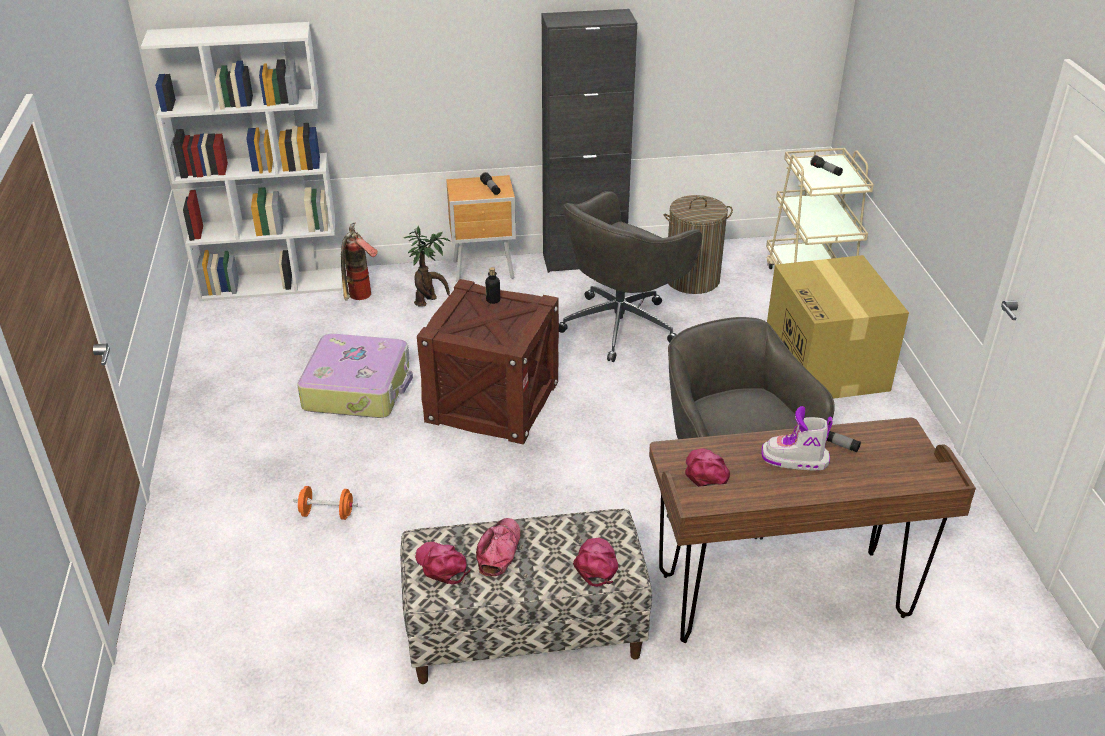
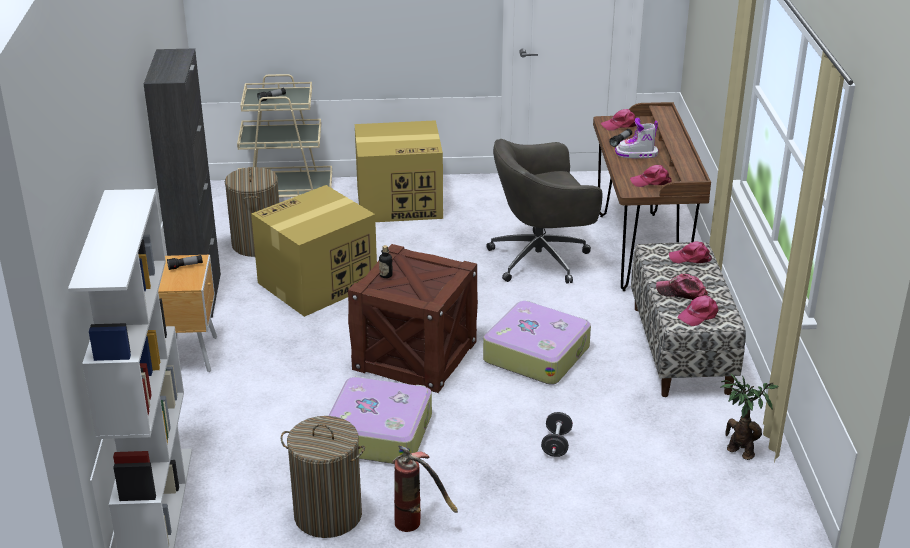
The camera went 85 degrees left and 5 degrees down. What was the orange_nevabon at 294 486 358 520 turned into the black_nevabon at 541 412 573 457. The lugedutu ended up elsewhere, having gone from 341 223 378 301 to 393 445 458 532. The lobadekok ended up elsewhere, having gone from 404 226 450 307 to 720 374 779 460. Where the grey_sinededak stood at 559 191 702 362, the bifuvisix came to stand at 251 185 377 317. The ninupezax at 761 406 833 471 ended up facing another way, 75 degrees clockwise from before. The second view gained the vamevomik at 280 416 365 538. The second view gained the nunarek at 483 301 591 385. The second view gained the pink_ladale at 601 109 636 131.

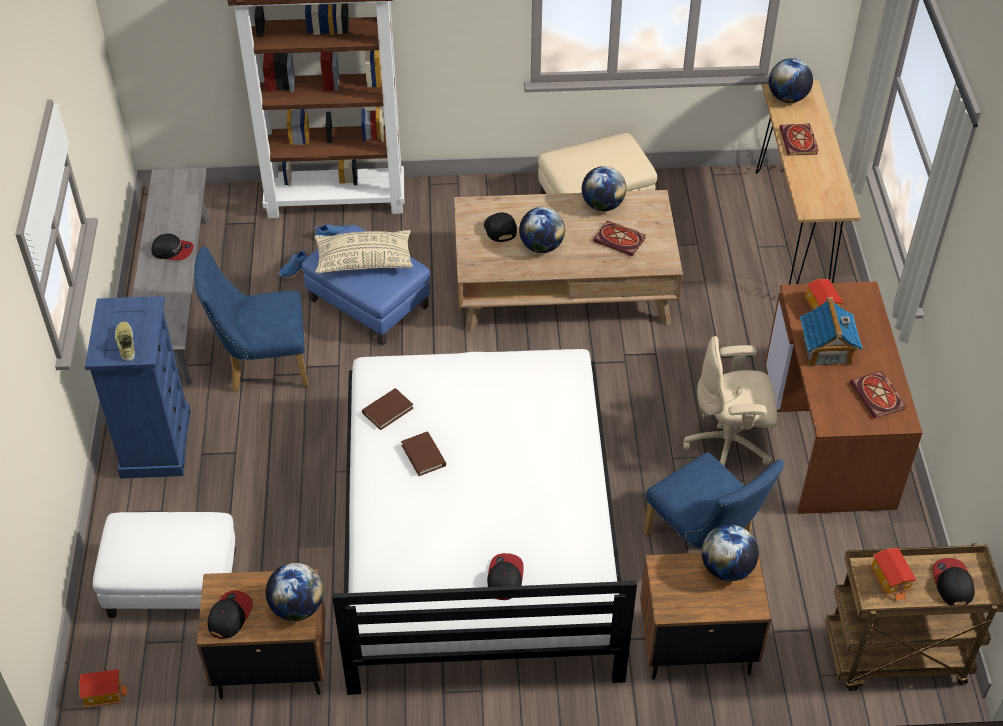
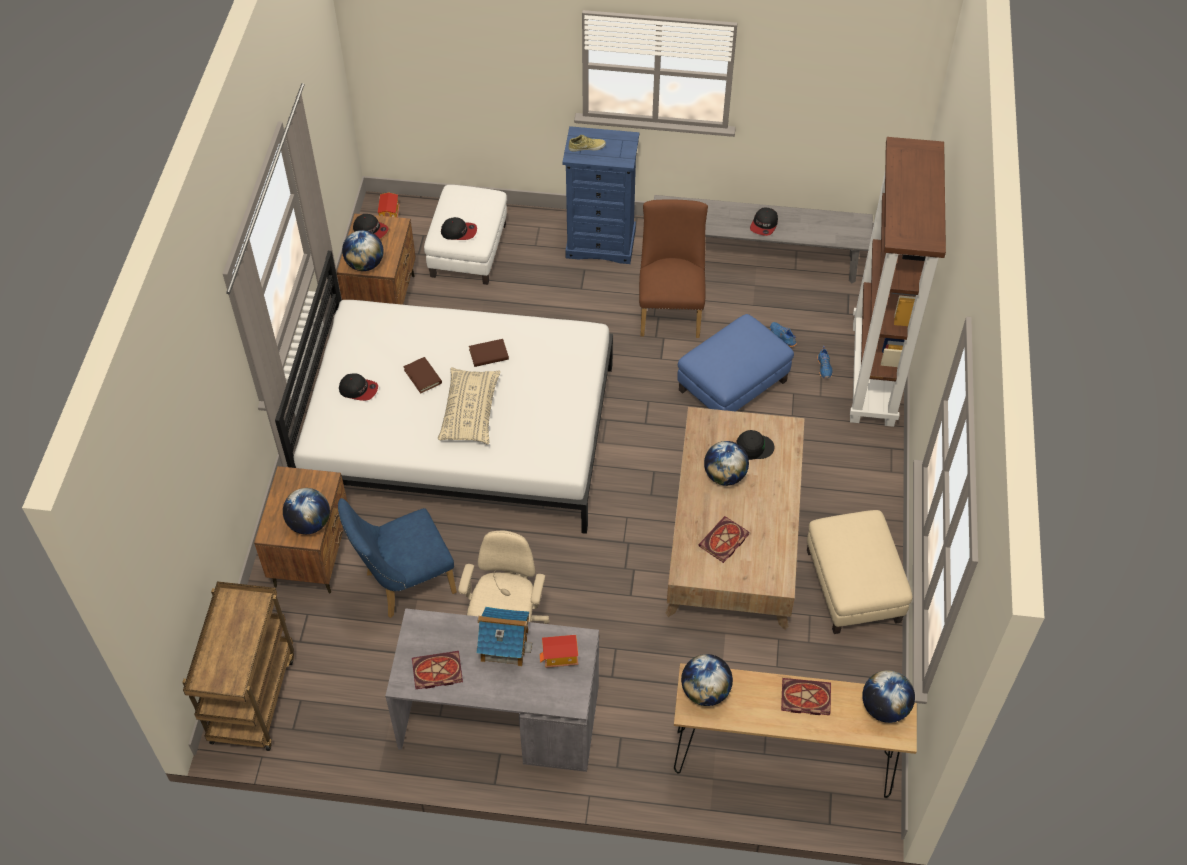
The camera went 100 degrees right and 5 degrees up. What was the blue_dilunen at 194 246 308 392 turned into the brown_dilunen at 639 199 708 338. The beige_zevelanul ended up elsewhere, having gone from 314 230 413 274 to 438 367 500 445. The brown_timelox ended up elsewhere, having gone from 362 388 413 430 to 403 357 442 394. The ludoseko ended up elsewhere, having gone from 582 166 626 211 to 681 654 733 706. What was the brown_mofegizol at 765 281 923 514 turned into the grey_mofegizol at 385 608 599 772. The second view lost the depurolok at 869 548 917 601. The ladale ended up elsewhere, having gone from 933 558 975 605 to 441 217 477 240.

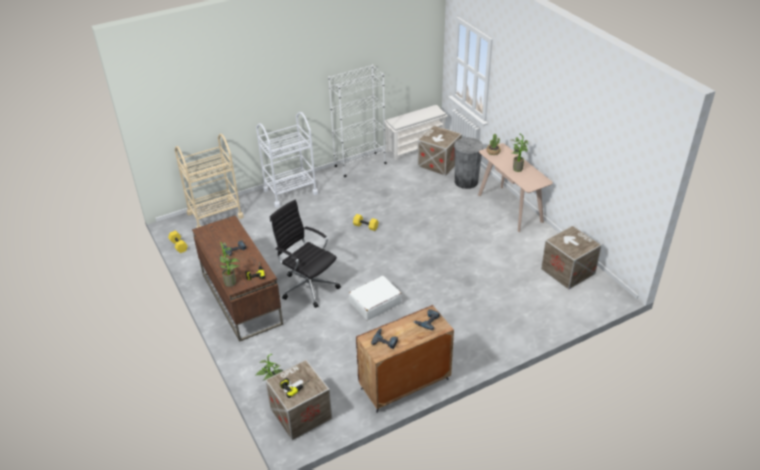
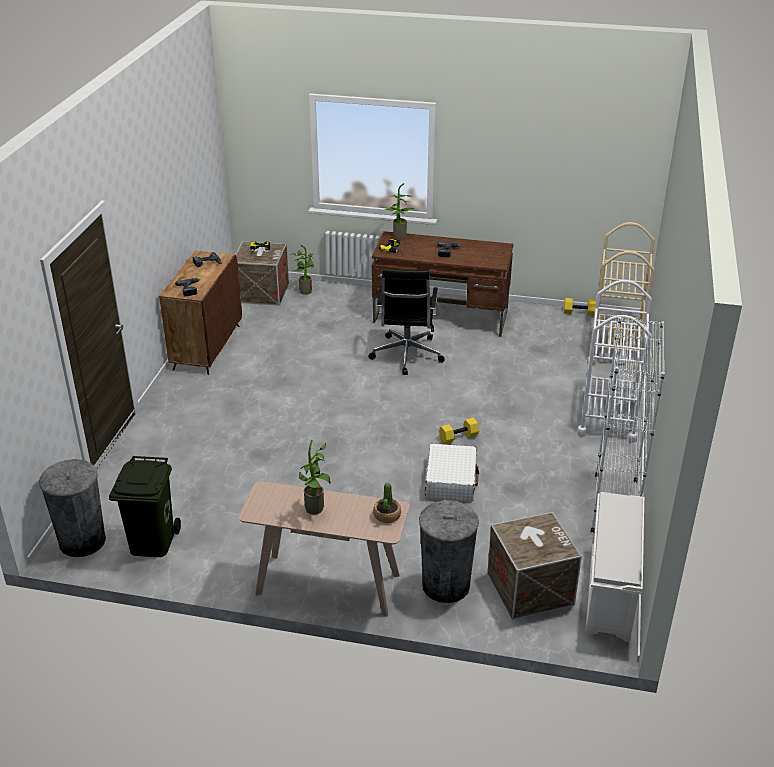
The camera went 130 degrees right and 5 degrees down. The black_sinededak at 270 200 341 308 ended up facing another way, 105 degrees clockwise from before. The white_nunarek ended up elsewhere, having gone from 349 276 402 321 to 425 444 479 502. Where the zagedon stood at 541 225 602 290, the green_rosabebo came to stand at 109 456 181 557. The second view gained the grey_rosabebo at 39 459 106 557.

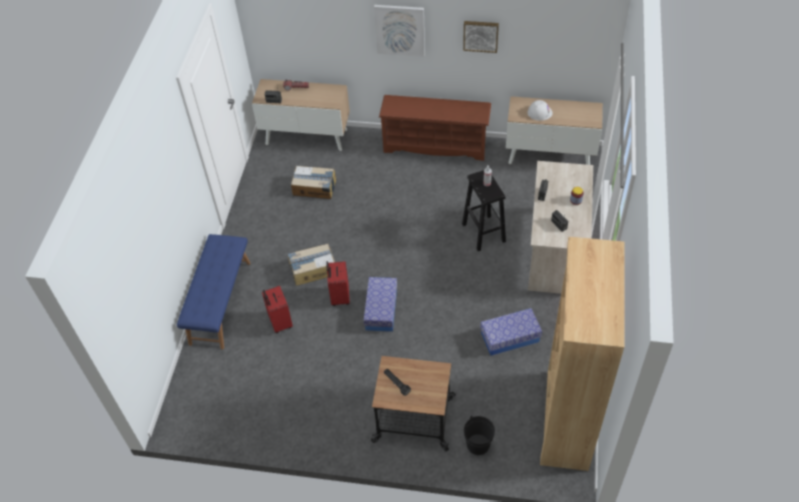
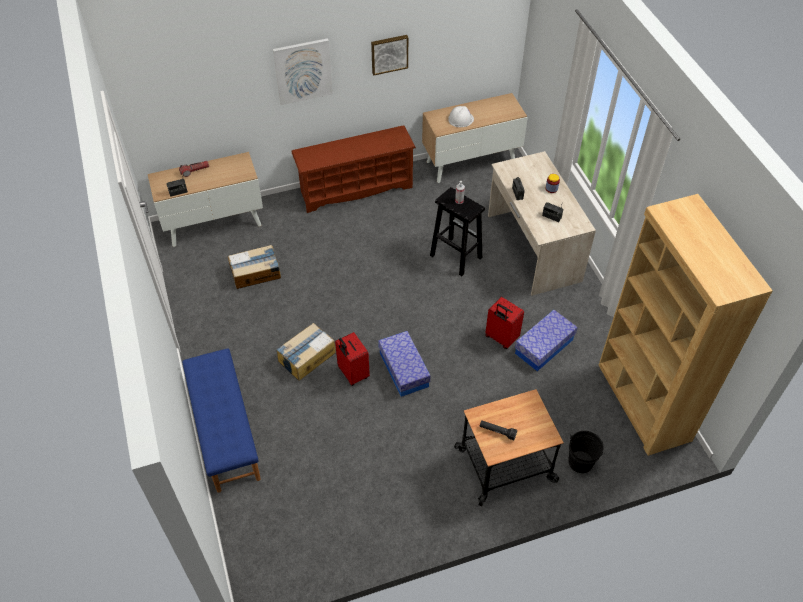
The camera went 30 degrees left and 0 degrees up. The red_nunarek ended up elsewhere, having gone from 262 286 293 333 to 485 297 524 349.

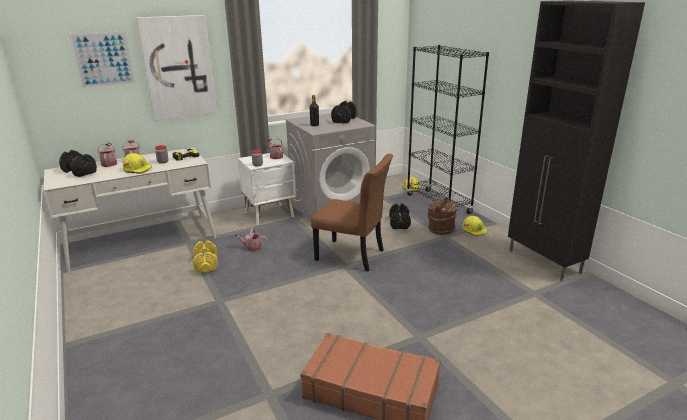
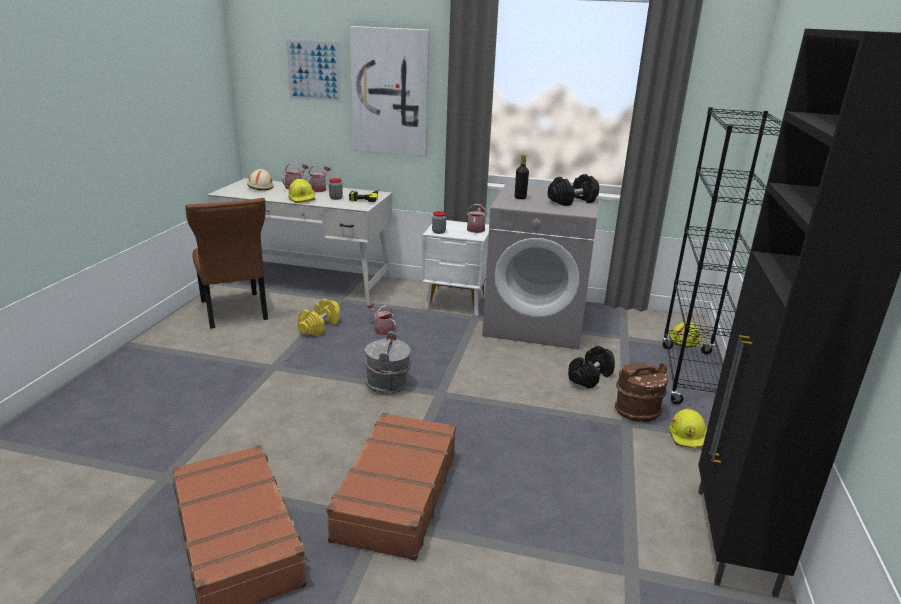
The camera went 40 degrees right and 0 degrees up. Where the black_nevabon stood at 59 150 97 177, the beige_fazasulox came to stand at 247 169 273 191. The brown_dilunen ended up elsewhere, having gone from 311 154 393 271 to 186 198 268 329. The second view gained the brown_nunarek at 326 413 456 561. The second view gained the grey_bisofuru at 364 332 411 395.

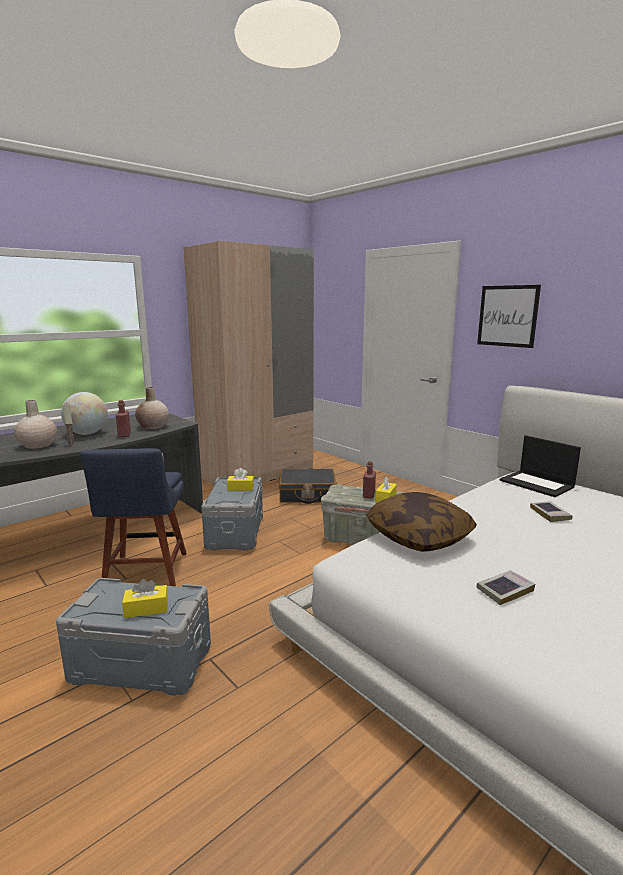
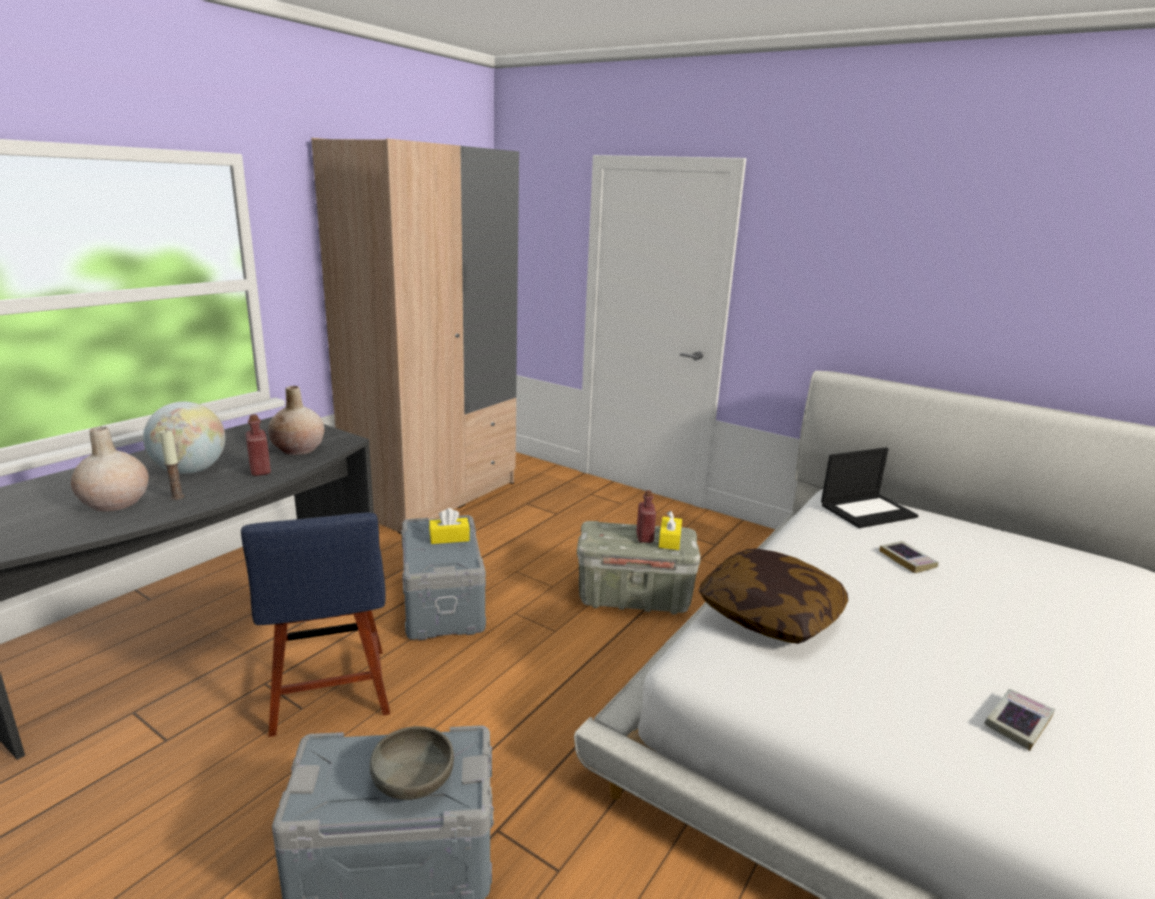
The camera went 15 degrees left and 5 degrees up. Where the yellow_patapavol stood at 122 579 168 618, the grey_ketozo came to stand at 370 726 454 800. The second view lost the black_nunarek at 279 469 337 504. The timelox ended up elsewhere, having gone from 476 570 535 605 to 984 689 1055 751. The second view lost the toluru at 477 285 541 348. The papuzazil at 500 435 581 497 ended up facing another way, 60 degrees counterclockwise from before.

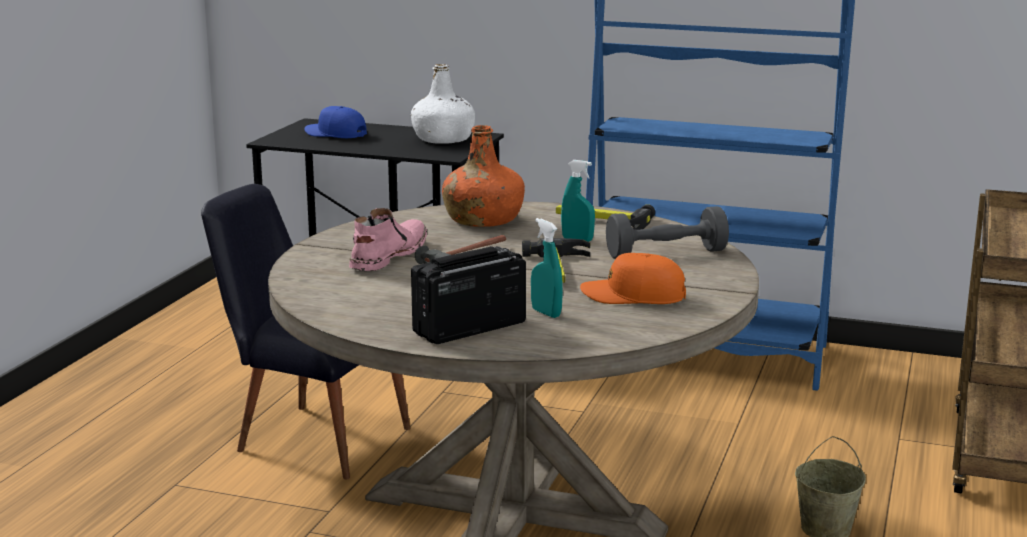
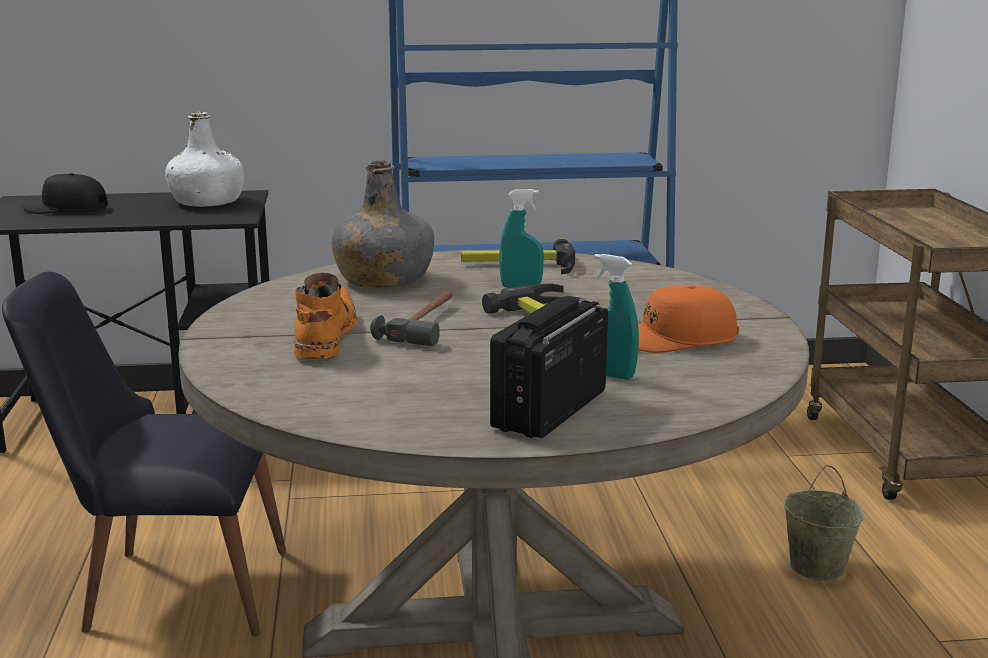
The camera went 25 degrees left and 0 degrees up. What was the blue_ladale at 304 106 367 138 turned into the black_ladale at 21 173 108 214. What was the pink_ninupezax at 349 208 427 271 turned into the orange_ninupezax at 294 273 357 359. What was the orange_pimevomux at 442 125 525 227 turned into the grey_pimevomux at 331 160 434 288. The second view lost the grey_nevabon at 606 206 729 259.

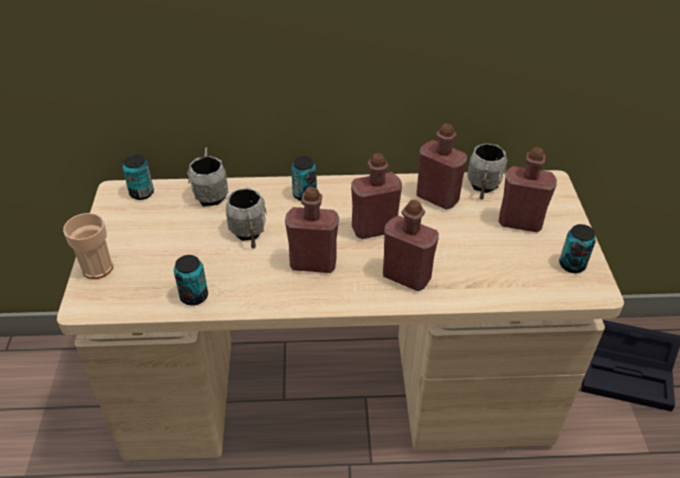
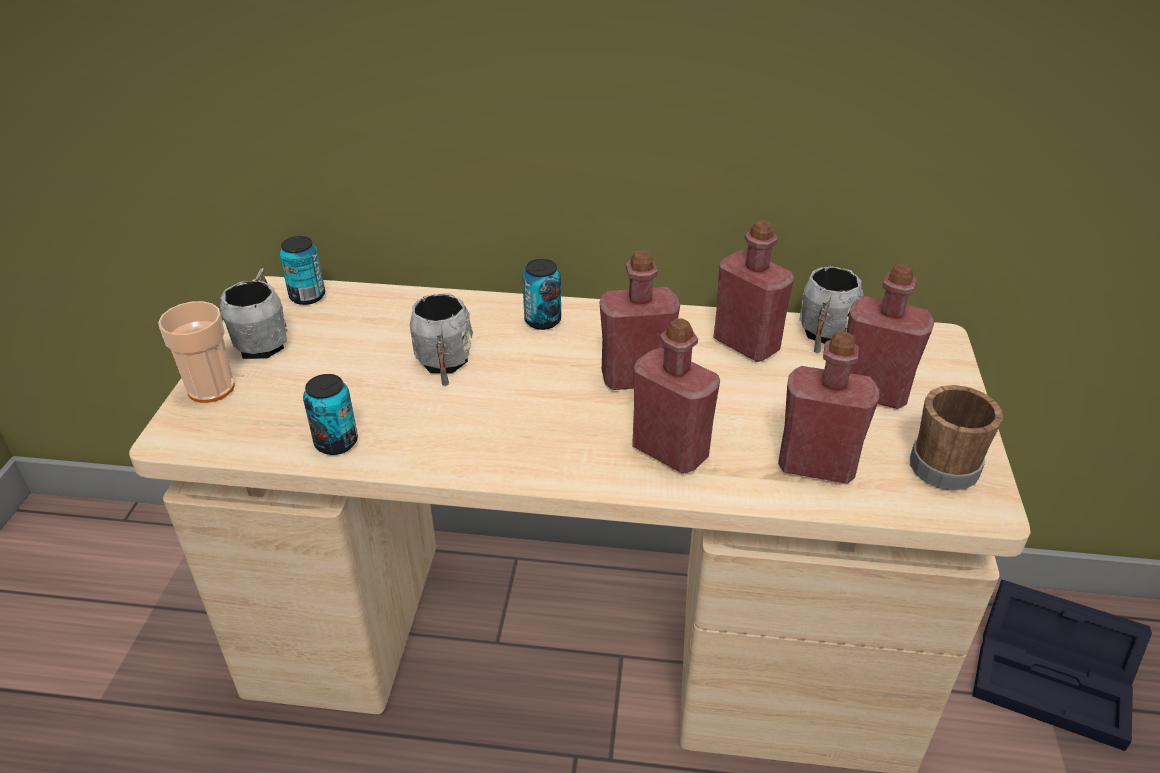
The camera went 10 degrees right and 5 degrees down. The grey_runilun ended up elsewhere, having gone from 188 147 228 206 to 220 268 288 359. The red_pimevomux ended up elsewhere, having gone from 285 187 339 273 to 778 332 879 484. Where the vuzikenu stood at 559 224 596 273, the brown_runilun came to stand at 910 385 1003 491.

